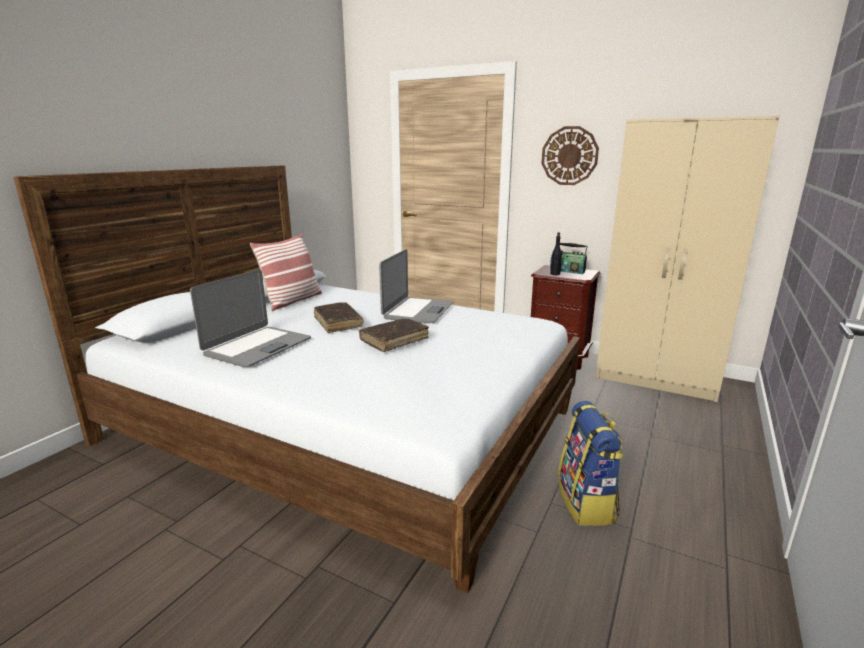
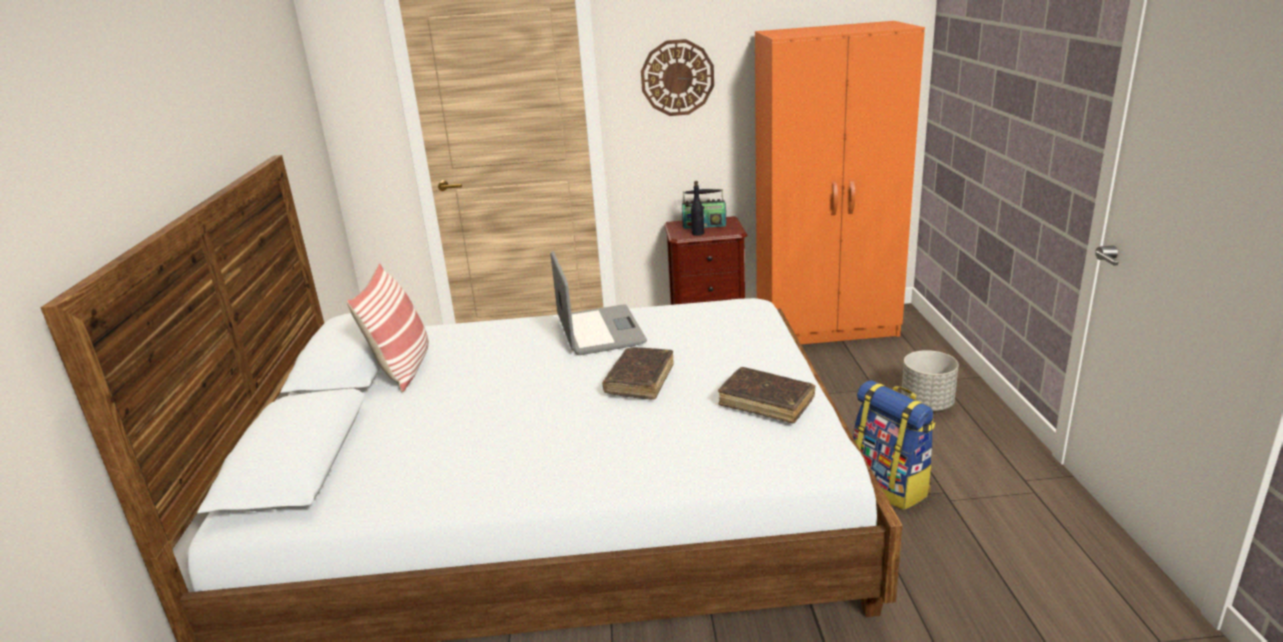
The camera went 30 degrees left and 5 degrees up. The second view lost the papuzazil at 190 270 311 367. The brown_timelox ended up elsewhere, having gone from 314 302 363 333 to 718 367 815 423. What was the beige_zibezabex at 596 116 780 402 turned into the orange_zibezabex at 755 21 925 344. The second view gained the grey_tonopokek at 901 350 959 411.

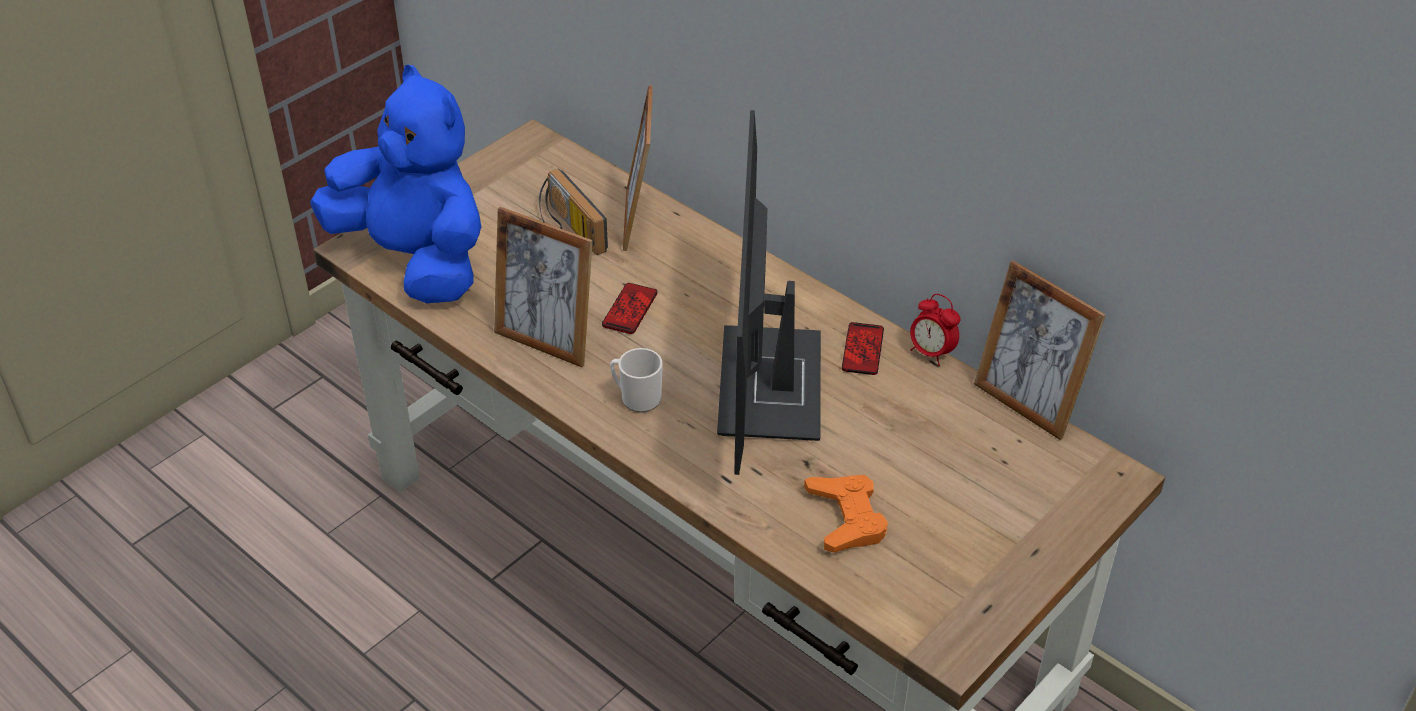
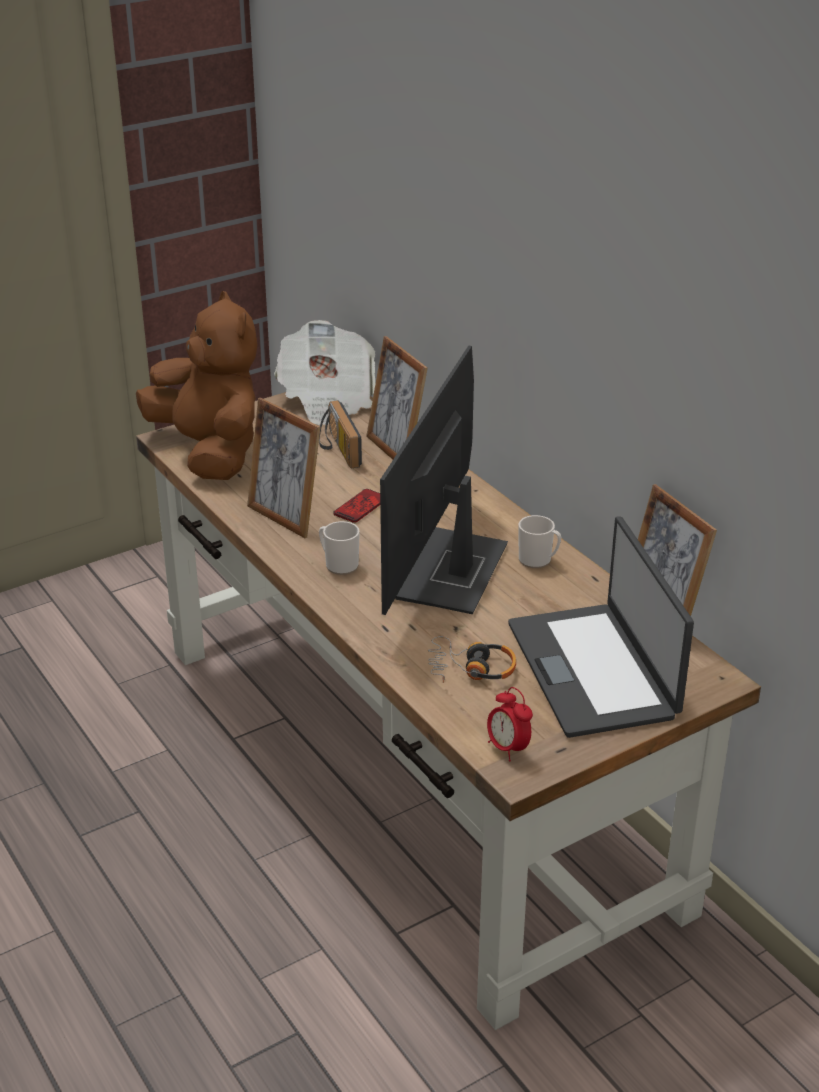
The camera went 15 degrees right and 10 degrees down. What was the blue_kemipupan at 310 65 481 303 turned into the brown_kemipupan at 136 291 257 480. The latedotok at 623 85 653 251 ended up facing another way, 45 degrees counterclockwise from before. Where the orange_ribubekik stood at 804 475 888 553, the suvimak came to stand at 428 636 516 683. Where the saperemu stood at 842 322 884 375, the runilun came to stand at 518 515 561 568. The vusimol ended up elsewhere, having gone from 910 294 960 366 to 487 687 533 762. The second view gained the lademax at 274 320 376 425. The second view gained the papuzazil at 508 517 694 738.

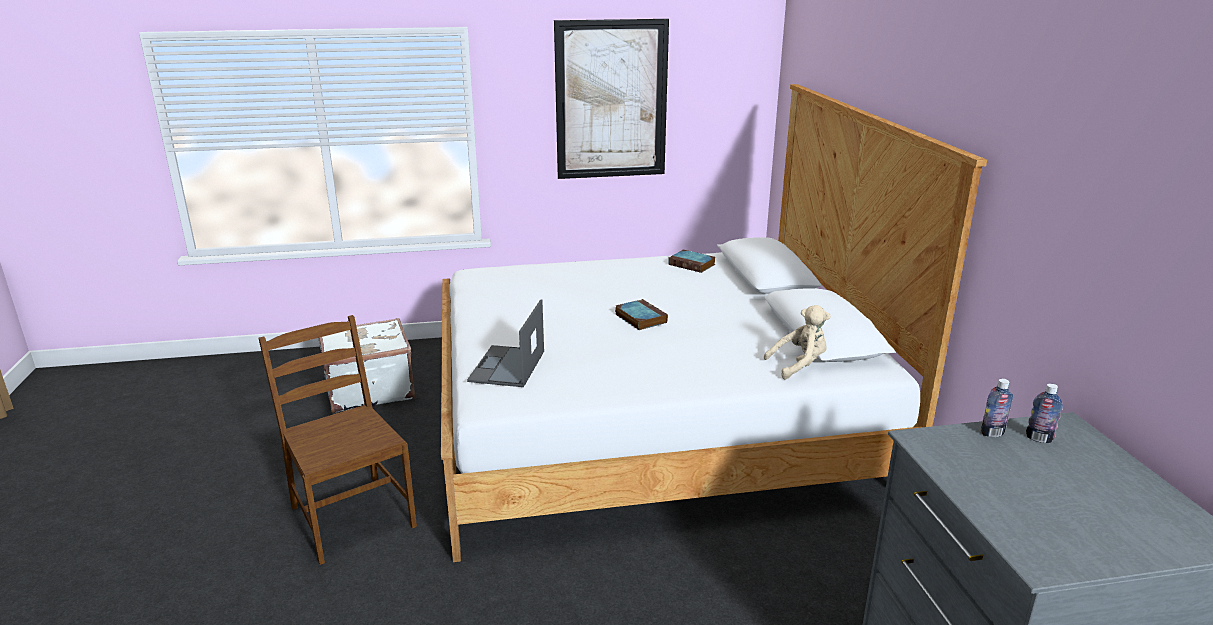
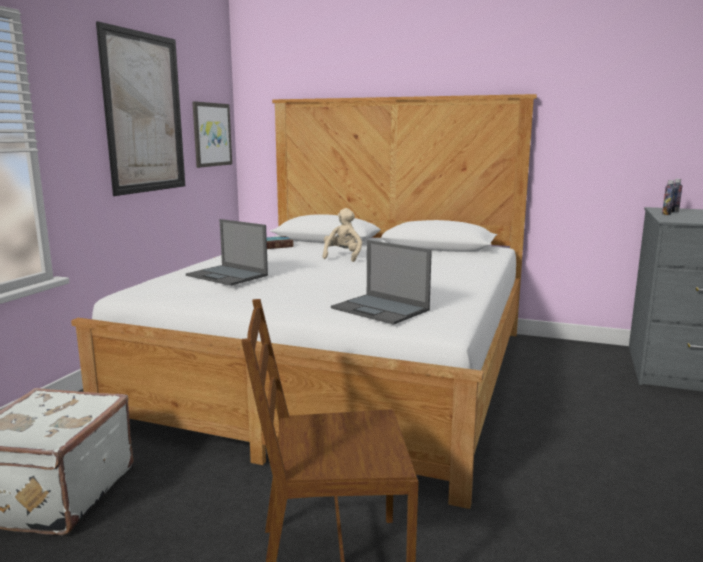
The camera went 60 degrees left and 10 degrees down. The second view lost the timelox at 615 299 668 330. The beige_kemipupan ended up elsewhere, having gone from 764 305 831 380 to 322 208 362 262. The second view gained the papuzazil at 186 219 268 286. The second view gained the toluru at 192 101 232 168.

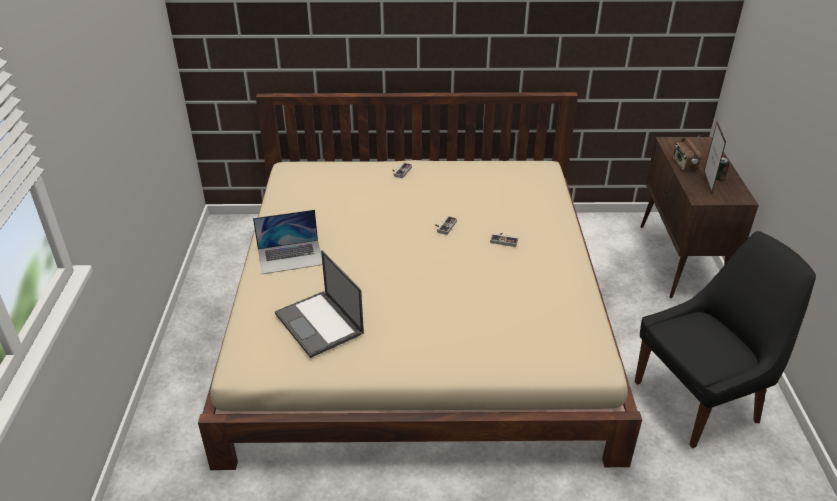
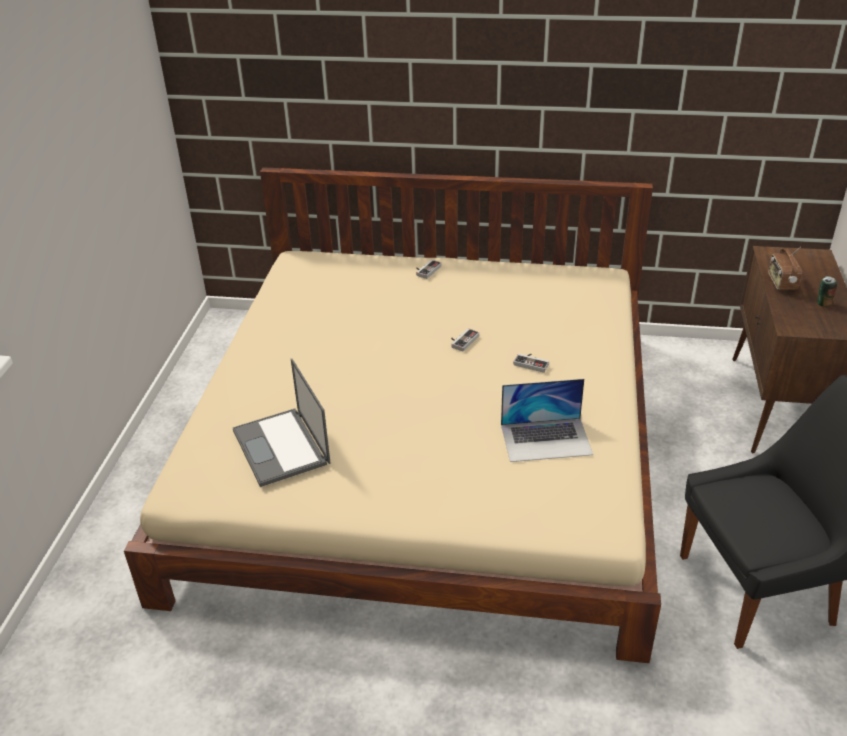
The camera went 10 degrees right and 0 degrees up. The papuzazil ended up elsewhere, having gone from 253 210 322 274 to 501 379 593 462. The second view lost the latedotok at 704 121 726 194.

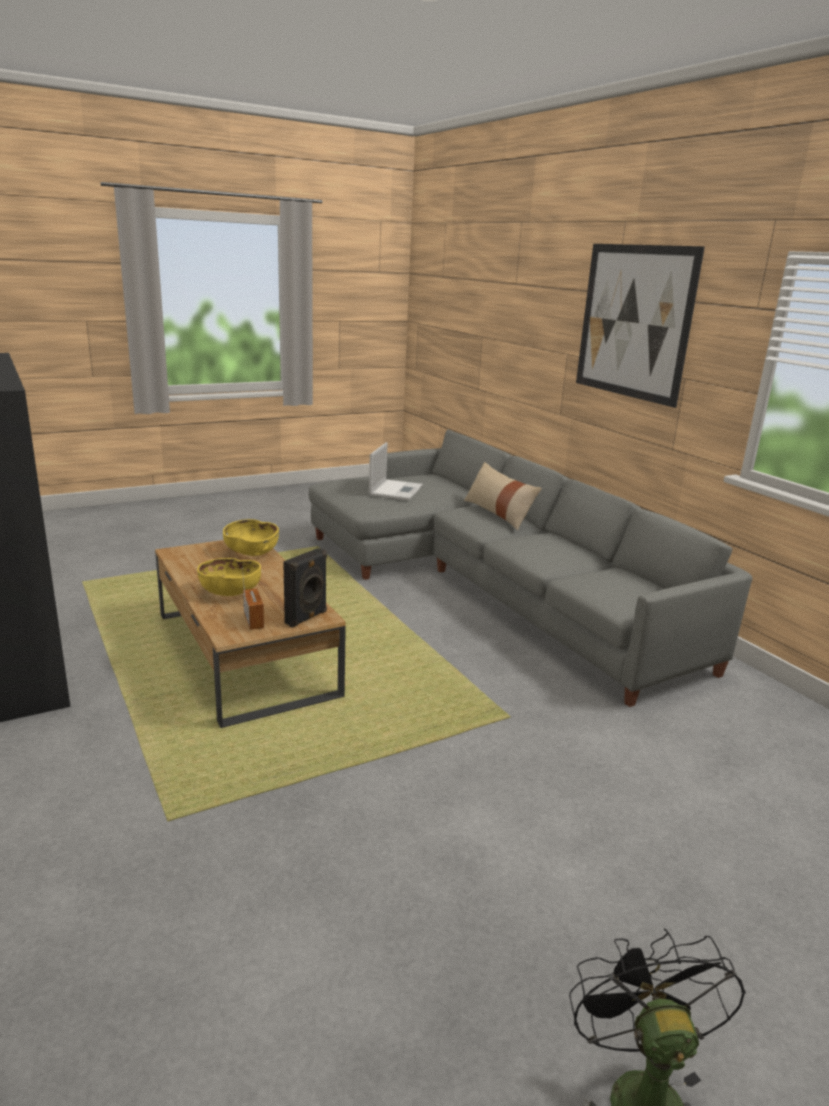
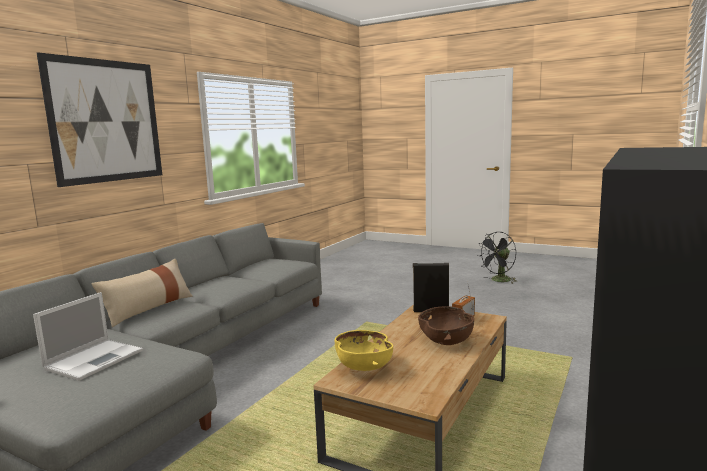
The camera went 120 degrees left and 10 degrees down. What was the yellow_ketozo at 197 558 261 596 turned into the brown_ketozo at 418 306 474 345. The papuzazil at 369 442 423 500 ended up facing another way, 135 degrees clockwise from before.

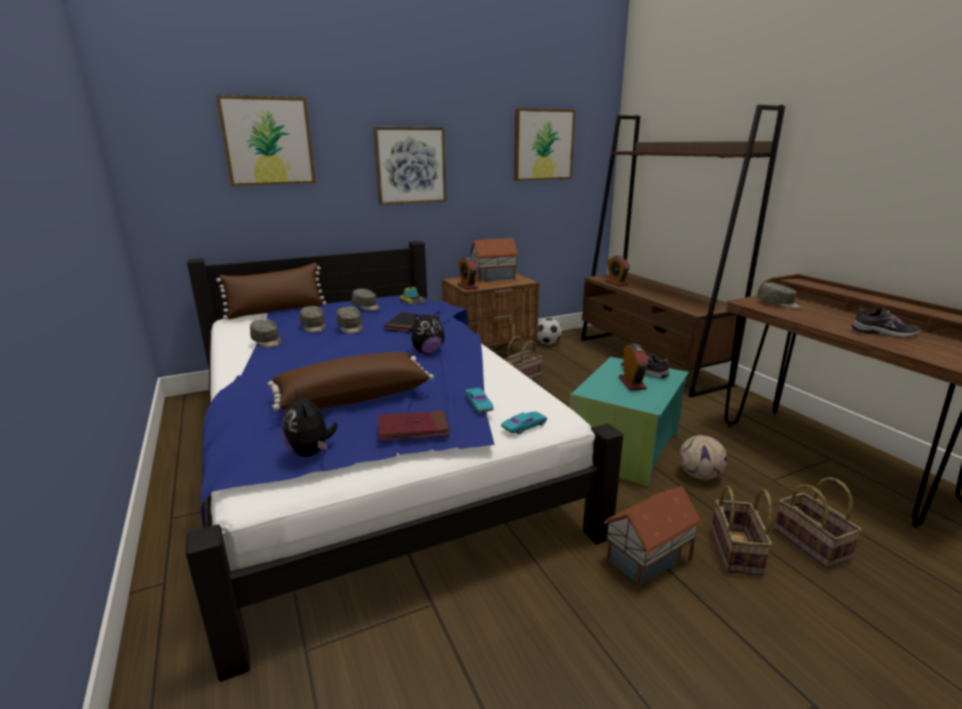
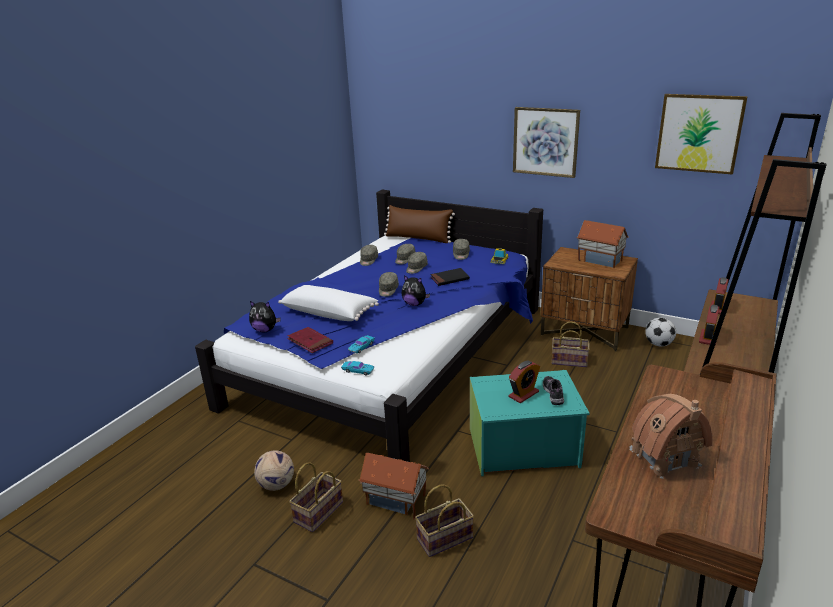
The camera went 55 degrees right and 5 degrees up. The second view lost the toluru at 216 95 316 186. What was the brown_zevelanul at 267 352 434 411 turned into the white_zevelanul at 278 285 379 321. The kemipupan at 282 390 338 457 ended up facing another way, 105 degrees counterclockwise from before. The vusimol ended up elsewhere, having gone from 457 257 478 290 to 699 305 719 345. The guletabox ended up elsewhere, having gone from 679 435 727 480 to 254 450 294 491. The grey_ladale ended up elsewhere, having gone from 758 282 802 309 to 379 272 399 297. The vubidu ended up elsewhere, having gone from 774 477 862 568 to 289 463 343 532. Where the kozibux stood at 852 306 919 337, the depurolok came to stand at 630 394 712 479.

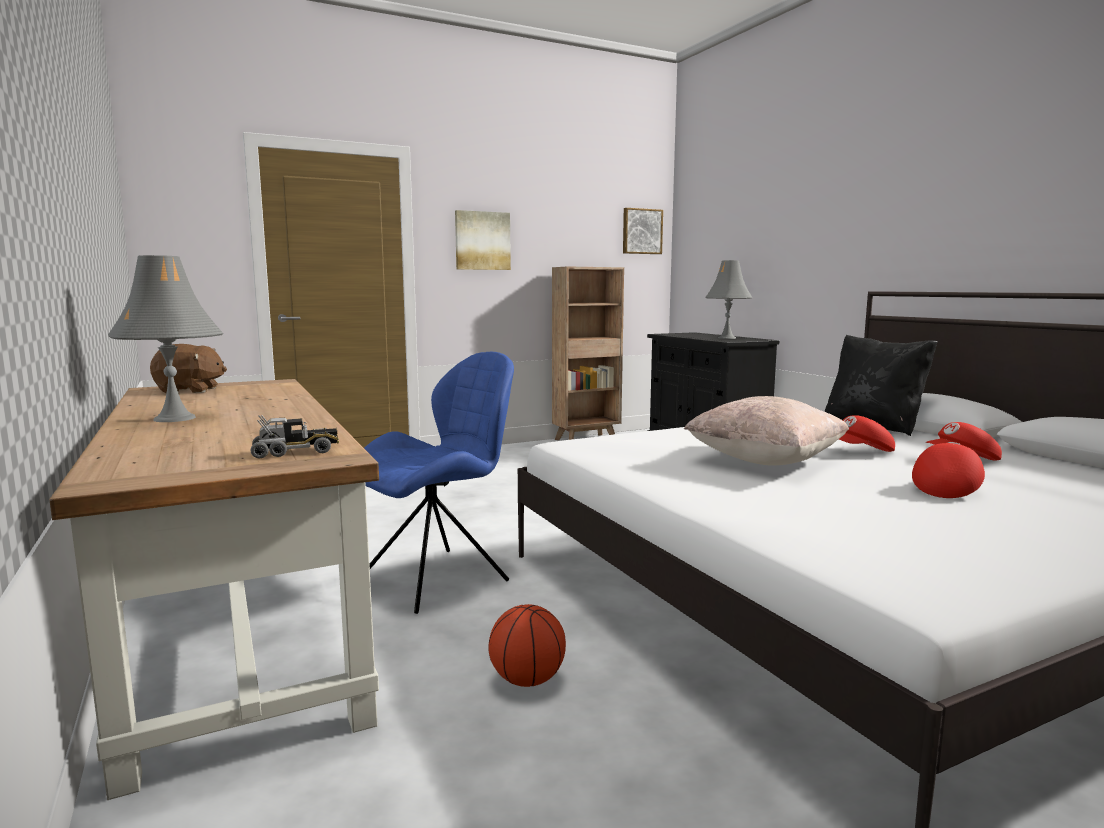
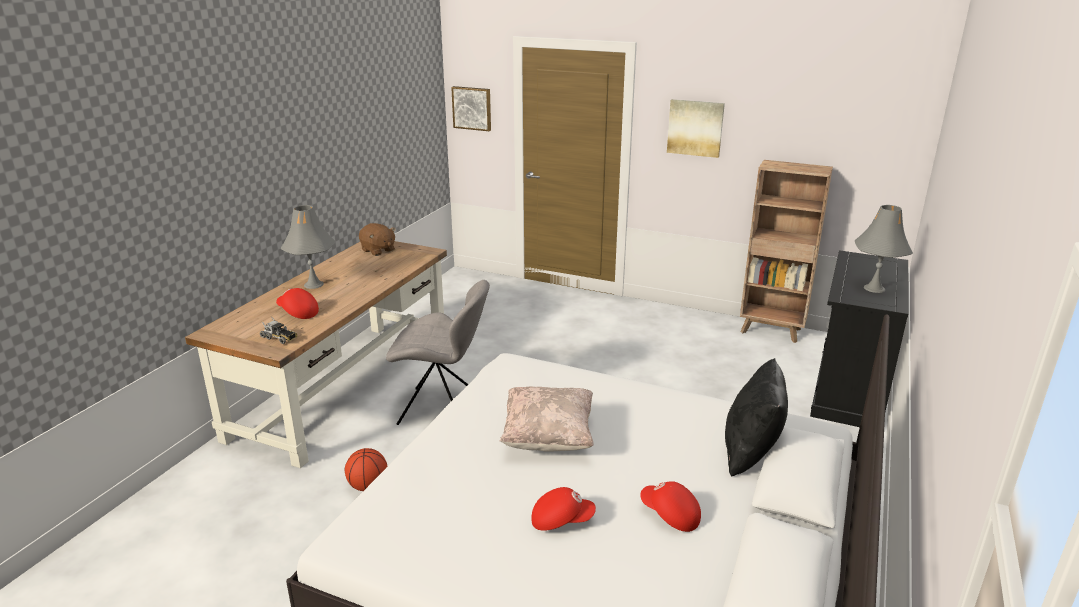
The camera went 50 degrees right and 15 degrees up. What was the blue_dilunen at 364 352 514 614 turned into the grey_dilunen at 386 280 490 425. The toluru ended up elsewhere, having gone from 623 208 663 254 to 451 86 491 131. The red_ladale ended up elsewhere, having gone from 839 415 895 452 to 276 288 319 319.

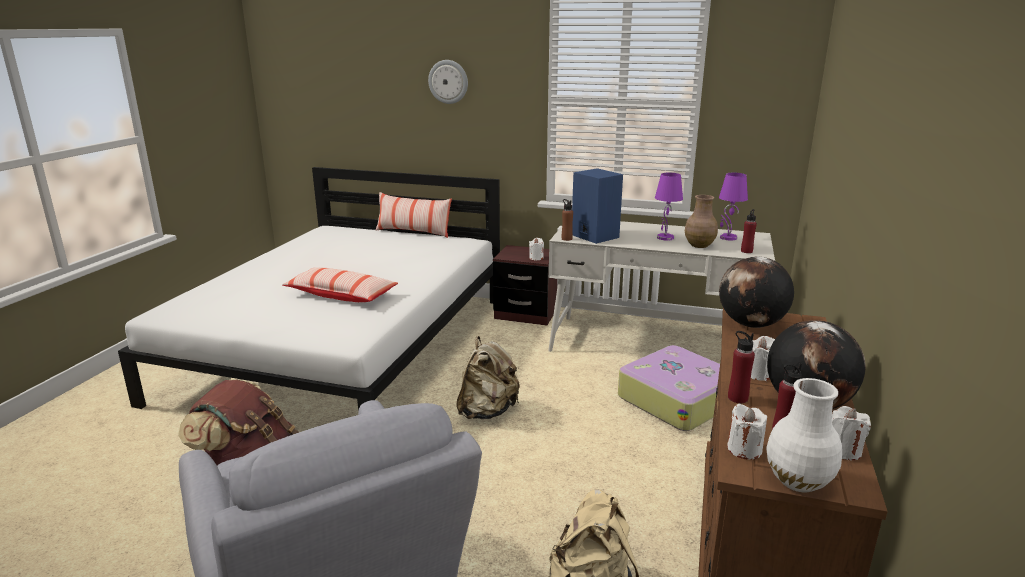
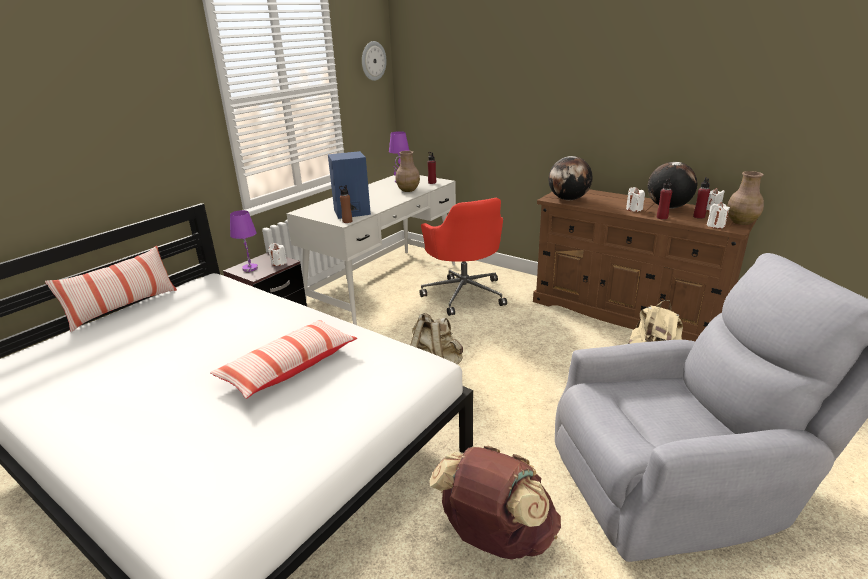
The camera went 70 degrees left and 5 degrees up. The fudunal ended up elsewhere, having gone from 428 60 468 104 to 362 41 387 81. Where the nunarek stood at 618 345 720 431, the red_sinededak came to stand at 419 198 507 316. The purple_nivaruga ended up elsewhere, having gone from 655 173 683 241 to 230 210 258 272. What was the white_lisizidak at 766 378 842 493 turned into the brown_lisizidak at 727 171 764 225.

